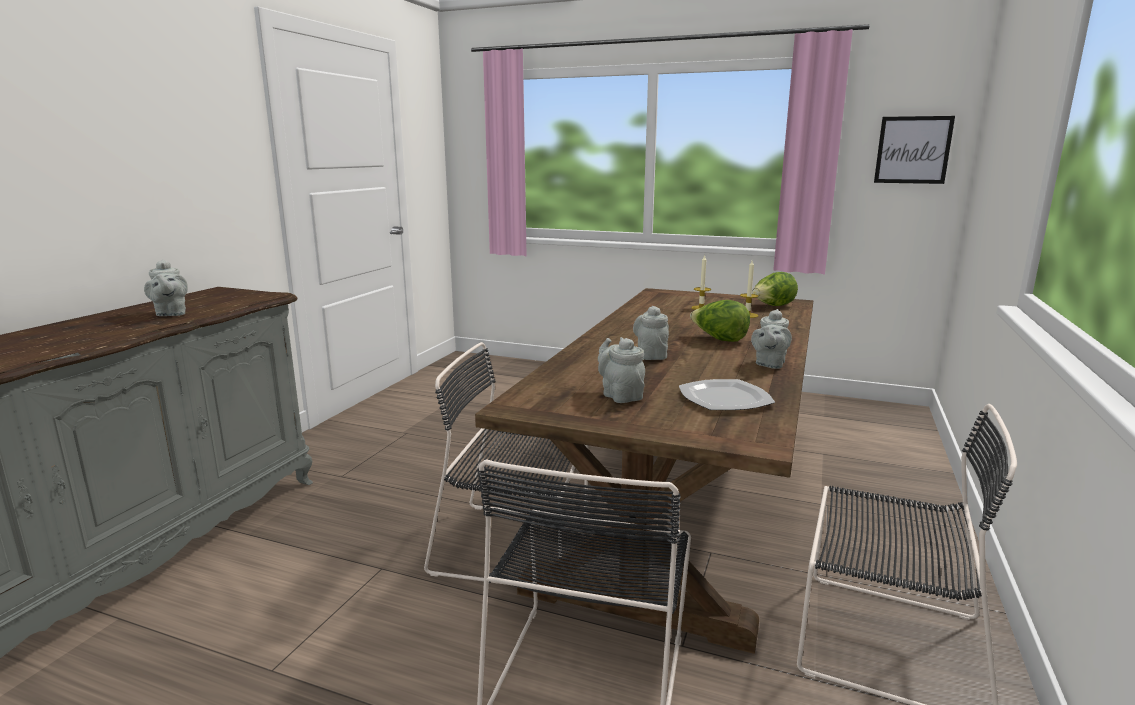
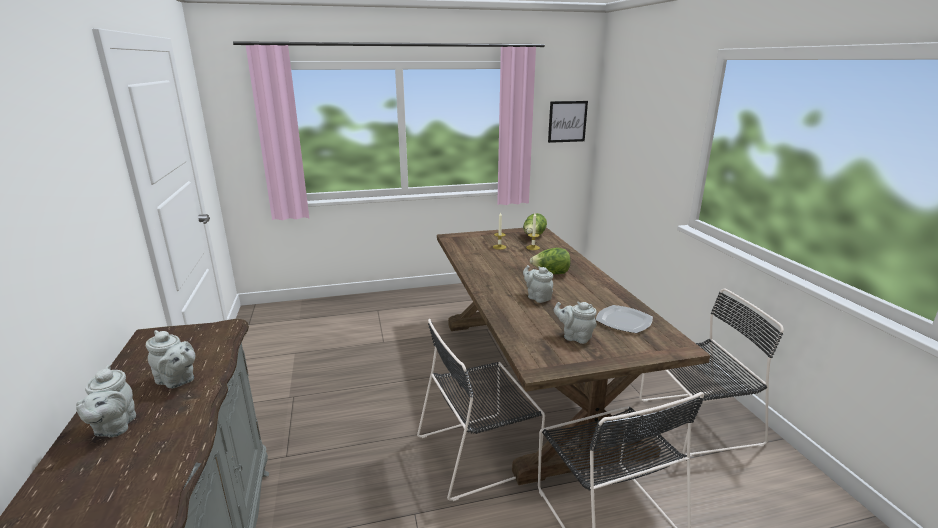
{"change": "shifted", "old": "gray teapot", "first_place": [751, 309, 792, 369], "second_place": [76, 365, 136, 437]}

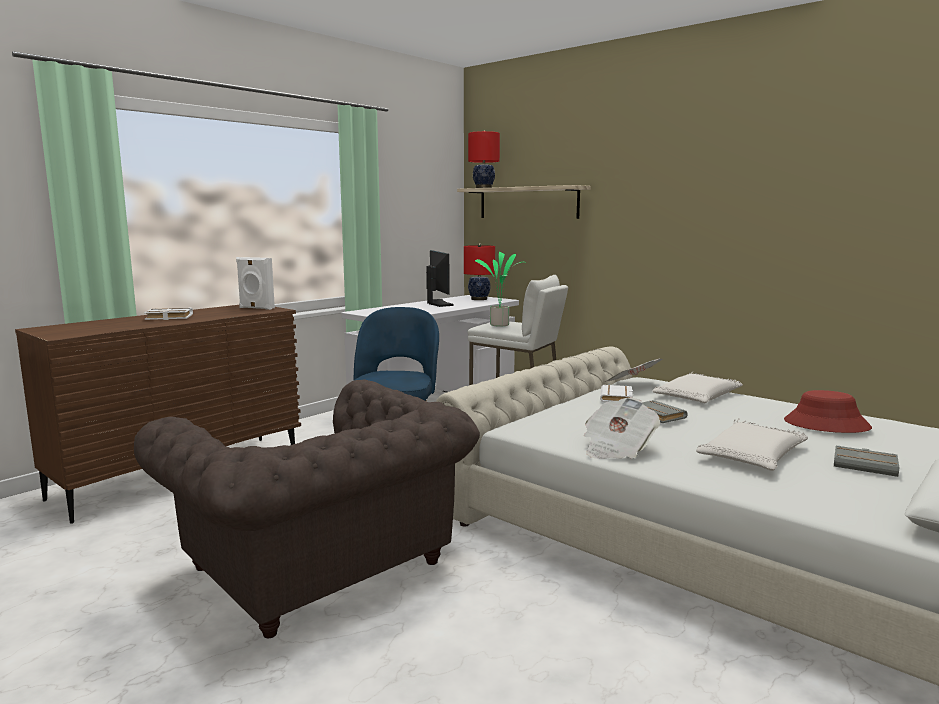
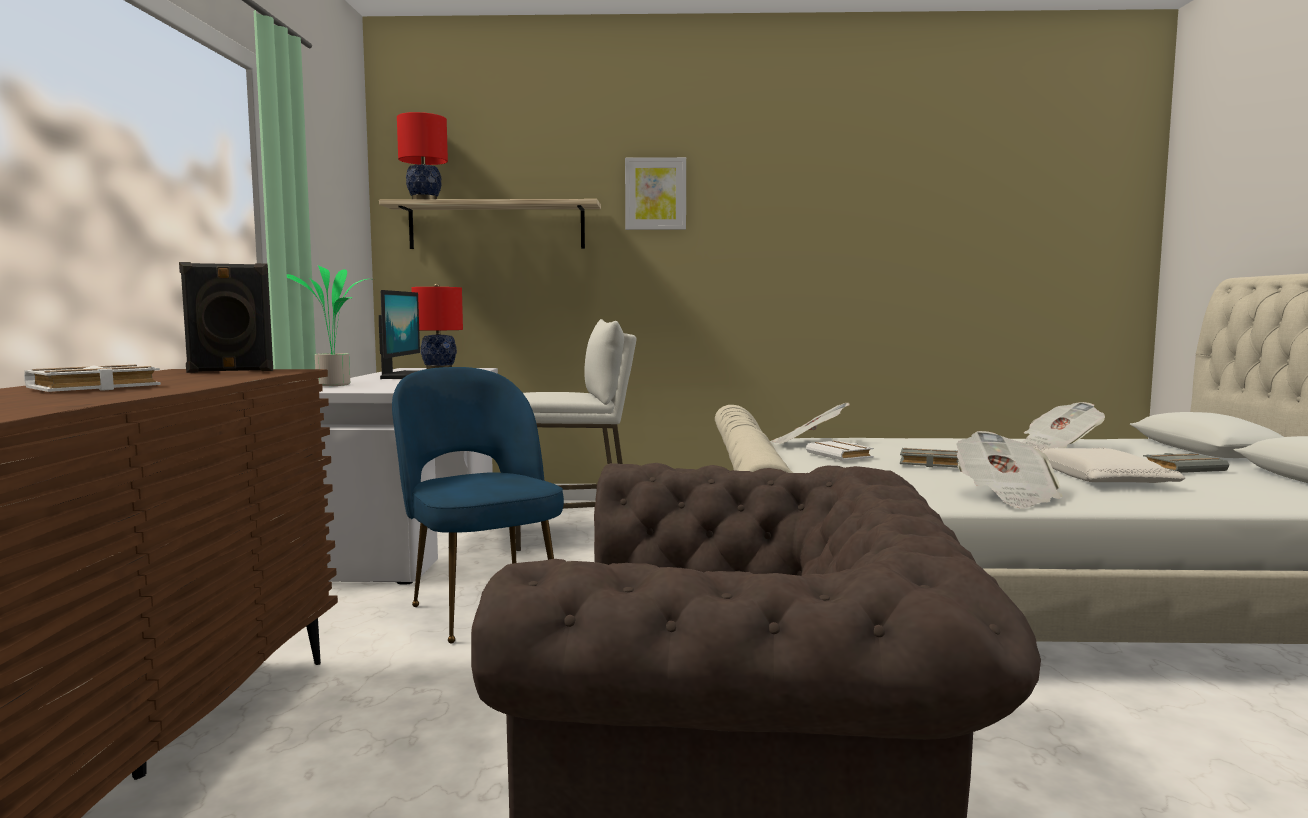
{"change": "rotated", "old": "monitor", "first_place": [426, 250, 454, 307], "second_place": [379, 290, 420, 379], "degrees": 60}
{"change": "shifted", "old": "houseplant", "first_place": [475, 252, 521, 327], "second_place": [287, 265, 374, 386]}
{"change": "repainted", "old": "whitish audio speaker", "new": "blackish audio speaker", "first_place": [236, 257, 275, 310], "second_place": [179, 262, 273, 373]}
{"change": "gone", "old": "whitish pillow", "first_place": [652, 371, 743, 403]}
{"change": "swapped", "old": "red wearable hat", "new": "printed paper", "first_place": [784, 390, 872, 433], "second_place": [1022, 402, 1105, 449]}
{"change": "new", "new": "wall picture", "second_place": [625, 157, 686, 230]}

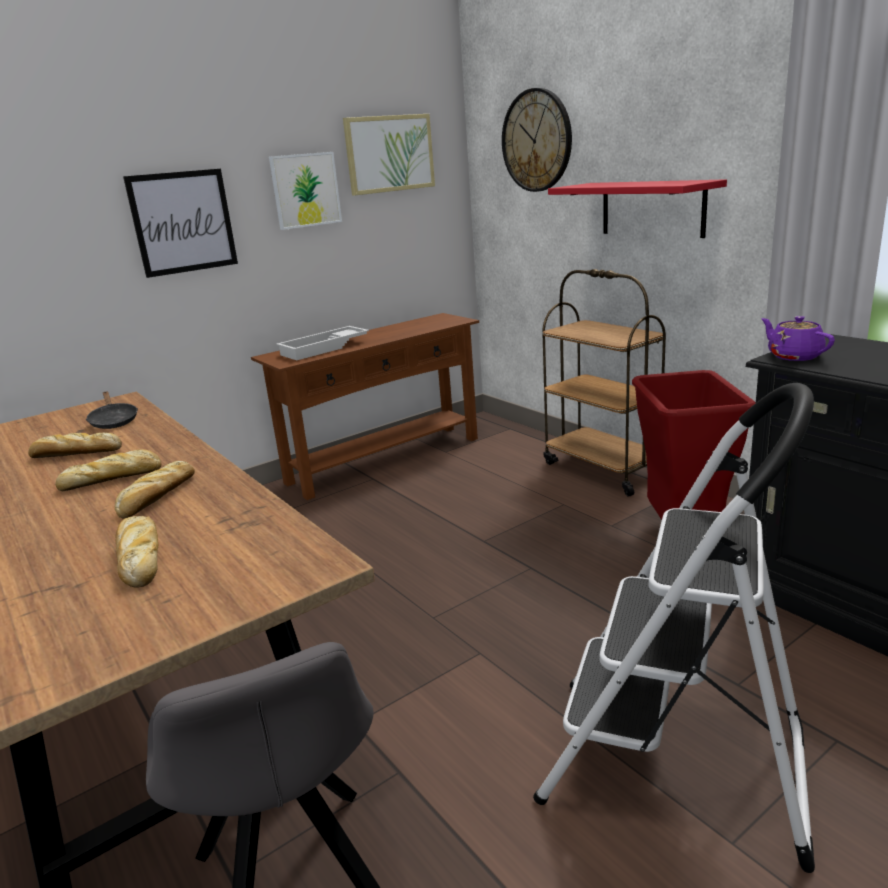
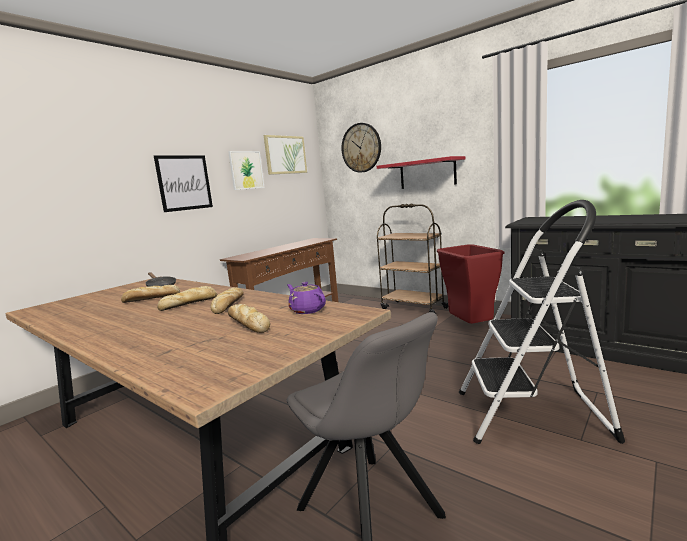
{"change": "shifted", "old": "purple teapot", "first_place": [761, 316, 835, 361], "second_place": [287, 282, 326, 314]}
{"change": "gone", "old": "whitish serving tray", "first_place": [276, 326, 369, 360]}

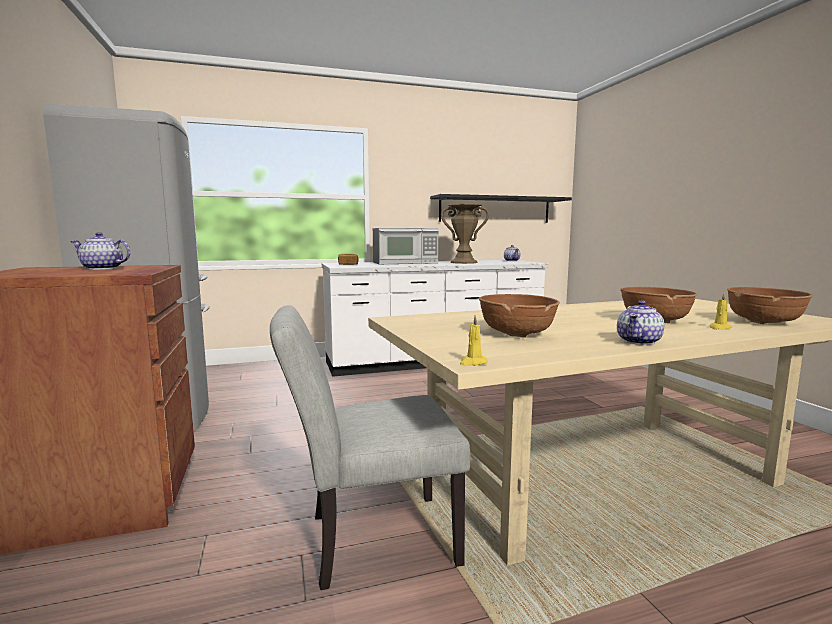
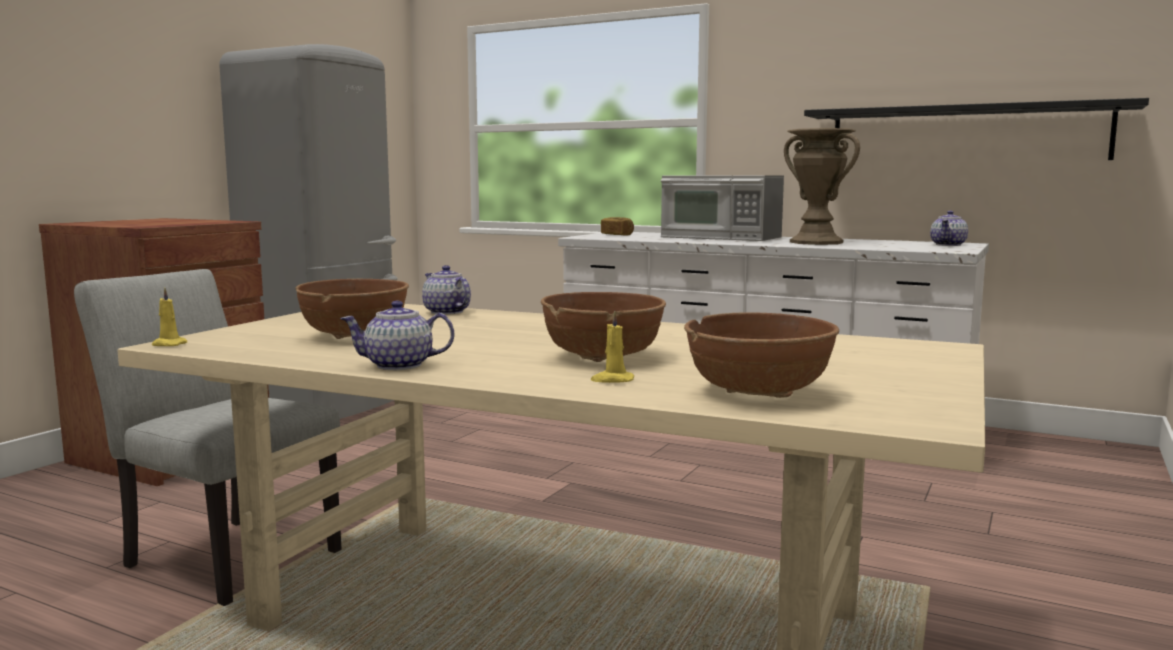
{"change": "shifted", "old": "teapot", "first_place": [70, 232, 131, 270], "second_place": [422, 265, 471, 315]}

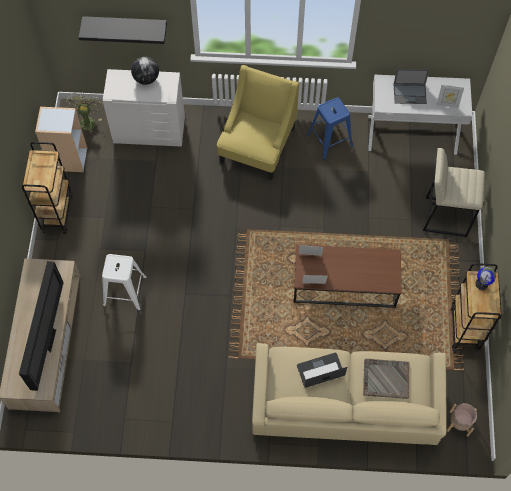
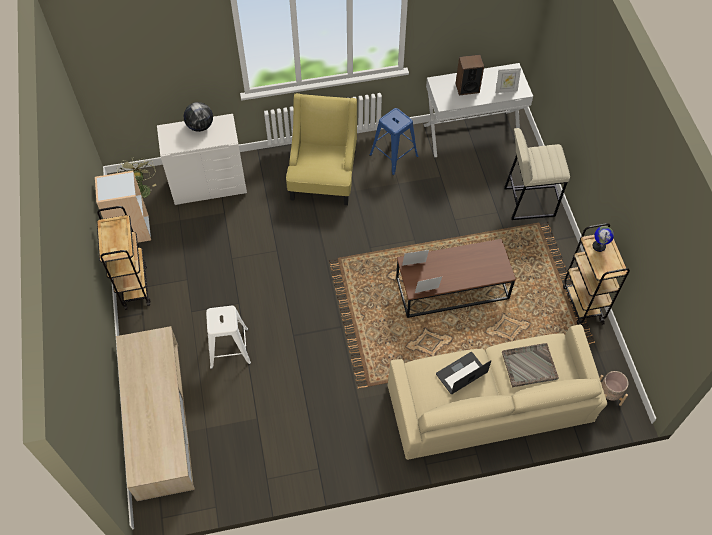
{"change": "gone", "old": "blackish wall shelf", "first_place": [78, 16, 167, 44]}
{"change": "swapped", "old": "portable computer", "new": "audio speaker", "first_place": [394, 69, 429, 104], "second_place": [456, 55, 484, 95]}
{"change": "gone", "old": "TV set", "first_place": [19, 261, 64, 391]}

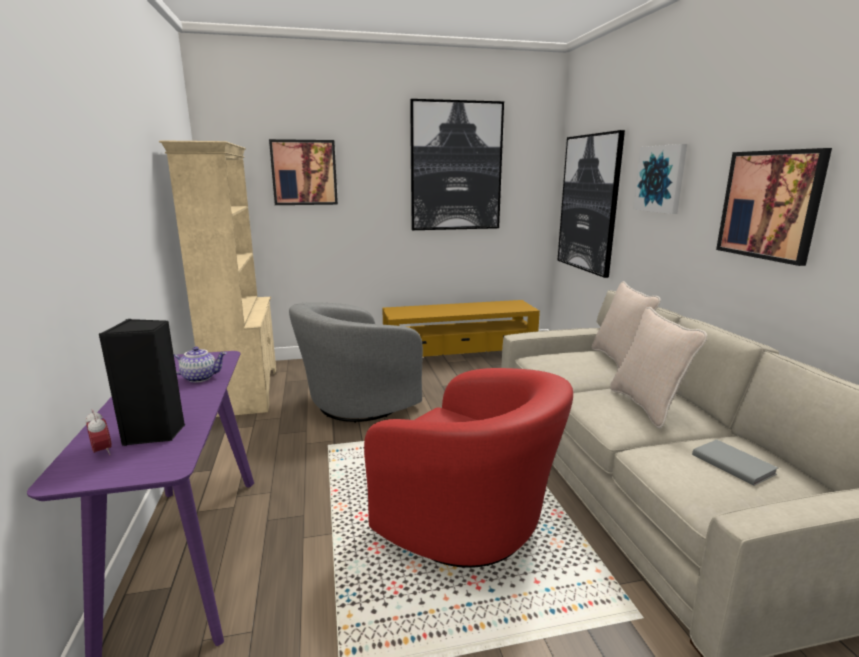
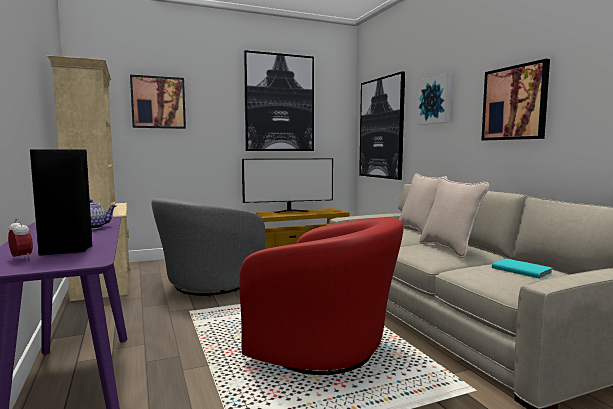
{"change": "repainted", "old": "gray volume", "new": "turquoise volume", "first_place": [692, 440, 778, 486], "second_place": [492, 259, 552, 279]}
{"change": "new", "new": "TV set", "second_place": [242, 158, 333, 213]}

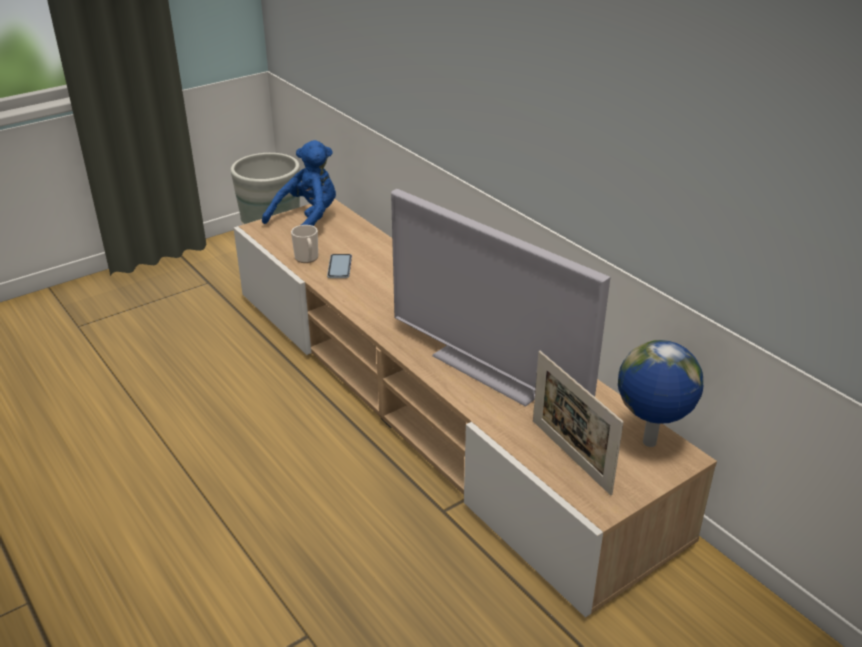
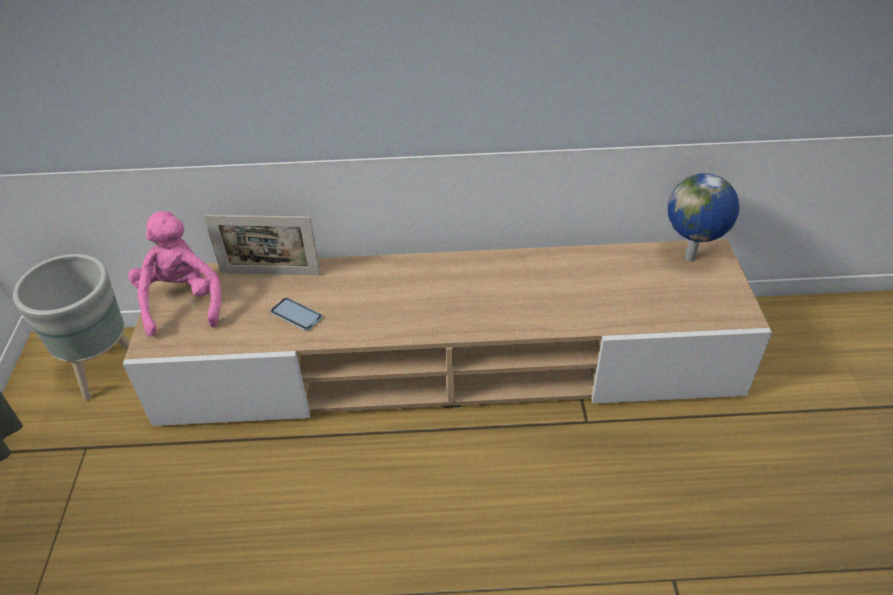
{"change": "repainted", "old": "blue plush toy", "new": "pink-coloured plush toy", "first_place": [262, 140, 336, 226], "second_place": [128, 211, 221, 336]}
{"change": "gone", "old": "TV set", "first_place": [391, 189, 610, 407]}
{"change": "gone", "old": "coffee mug", "first_place": [291, 225, 318, 263]}
{"change": "shifted", "old": "standing frame", "first_place": [533, 351, 624, 495], "second_place": [204, 215, 321, 275]}

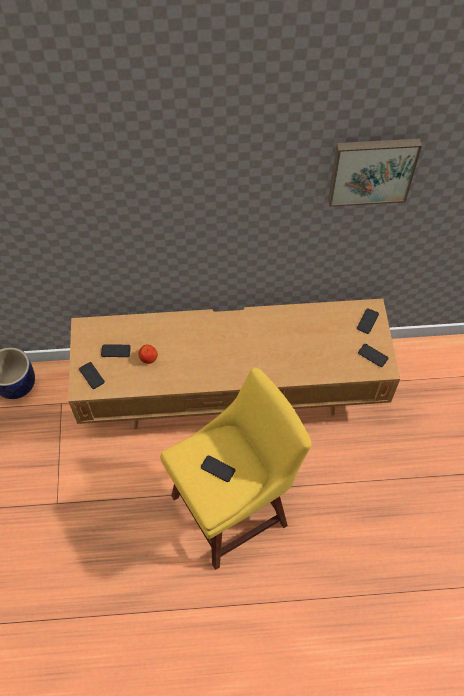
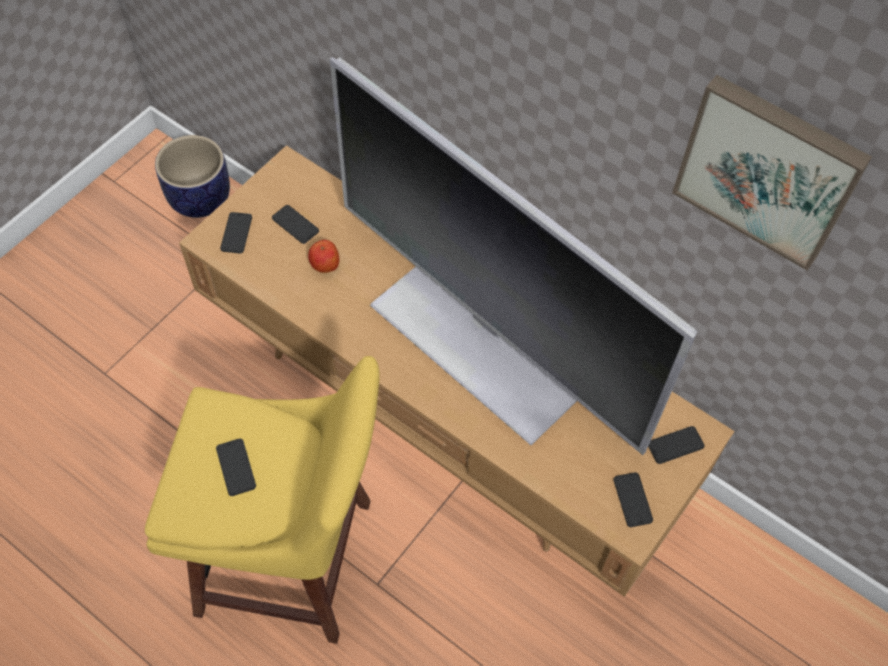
{"change": "new", "new": "TV set", "second_place": [330, 57, 697, 455]}

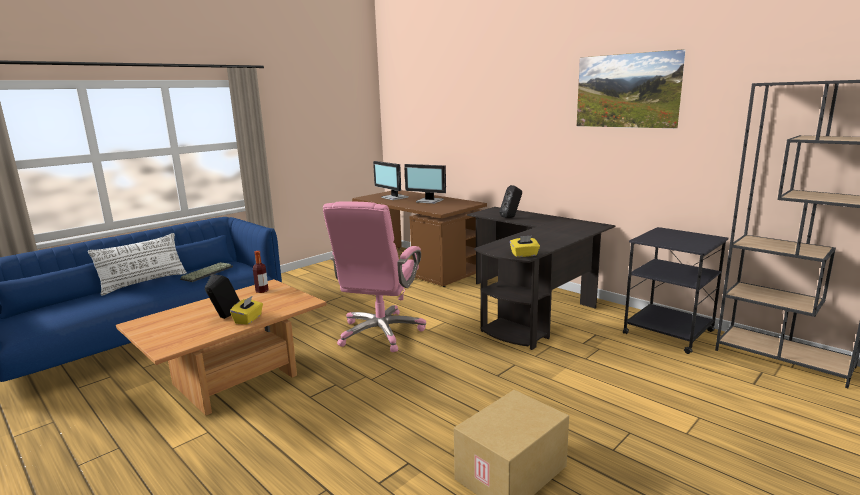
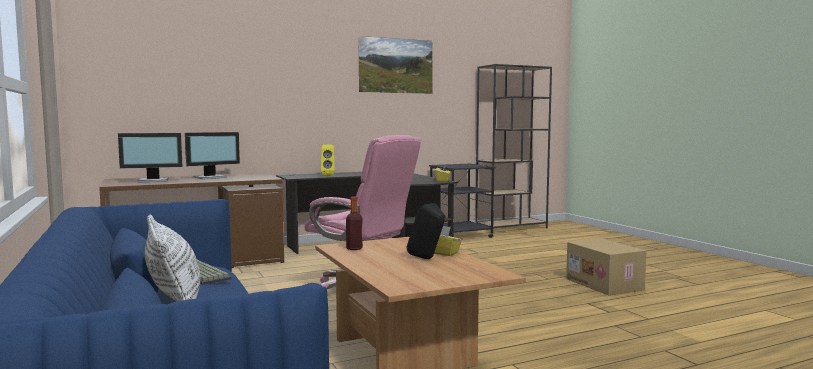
{"change": "repainted", "old": "blackish audio speaker", "new": "yellow audio speaker", "first_place": [499, 185, 522, 218], "second_place": [321, 145, 335, 176]}

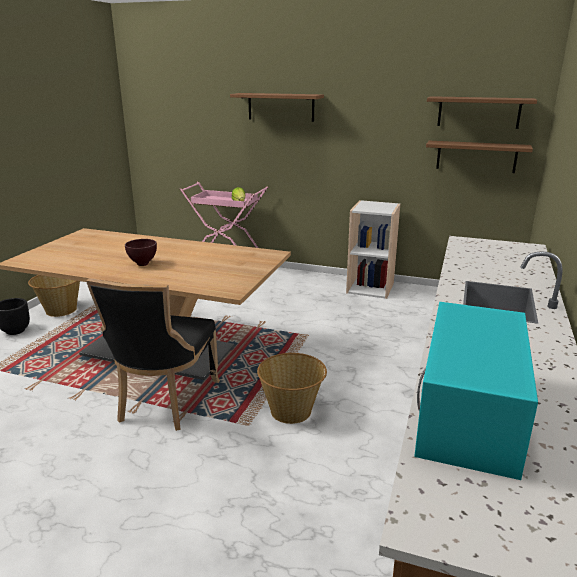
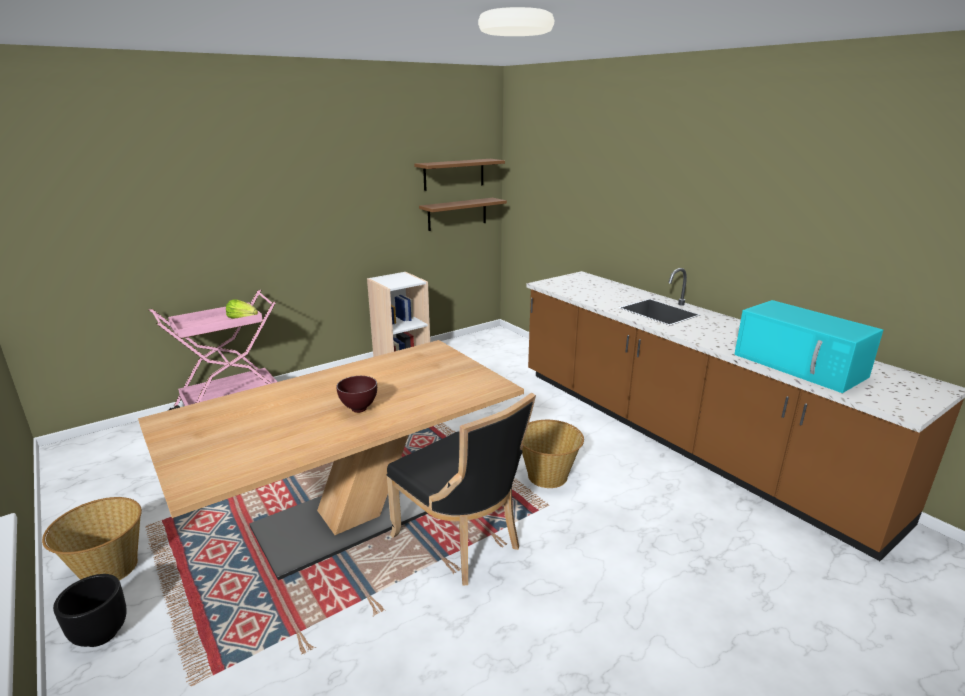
{"change": "gone", "old": "brownish wall shelf", "first_place": [230, 93, 324, 122]}

